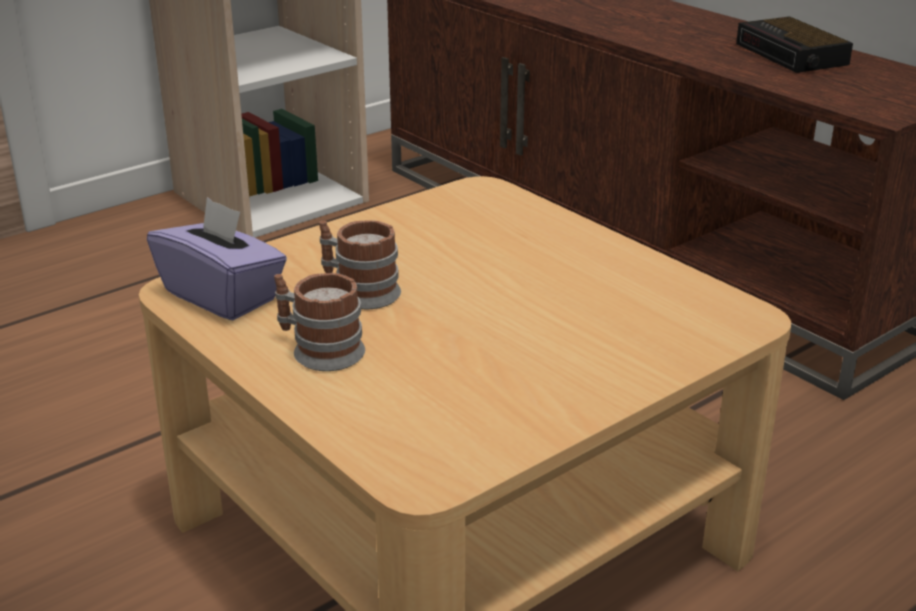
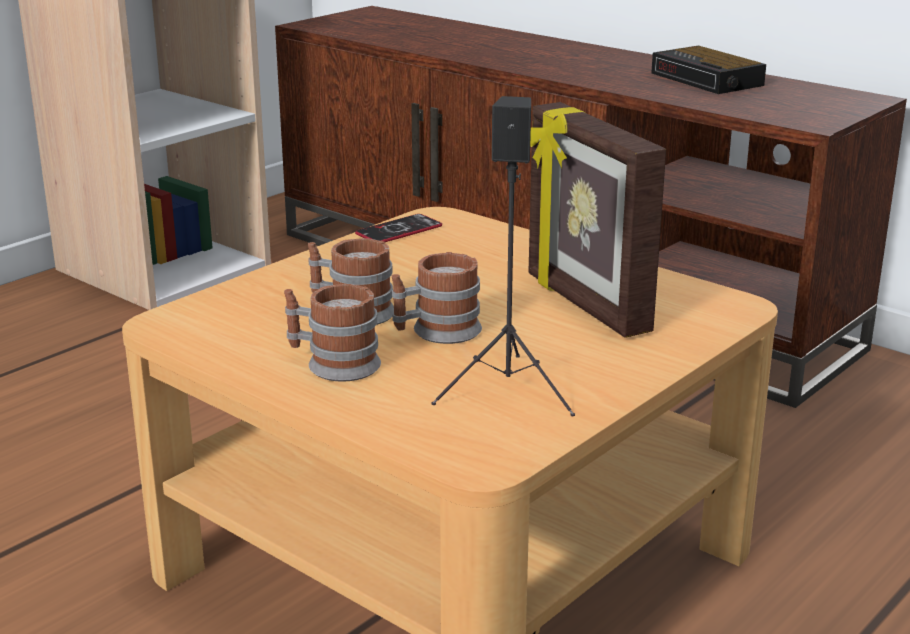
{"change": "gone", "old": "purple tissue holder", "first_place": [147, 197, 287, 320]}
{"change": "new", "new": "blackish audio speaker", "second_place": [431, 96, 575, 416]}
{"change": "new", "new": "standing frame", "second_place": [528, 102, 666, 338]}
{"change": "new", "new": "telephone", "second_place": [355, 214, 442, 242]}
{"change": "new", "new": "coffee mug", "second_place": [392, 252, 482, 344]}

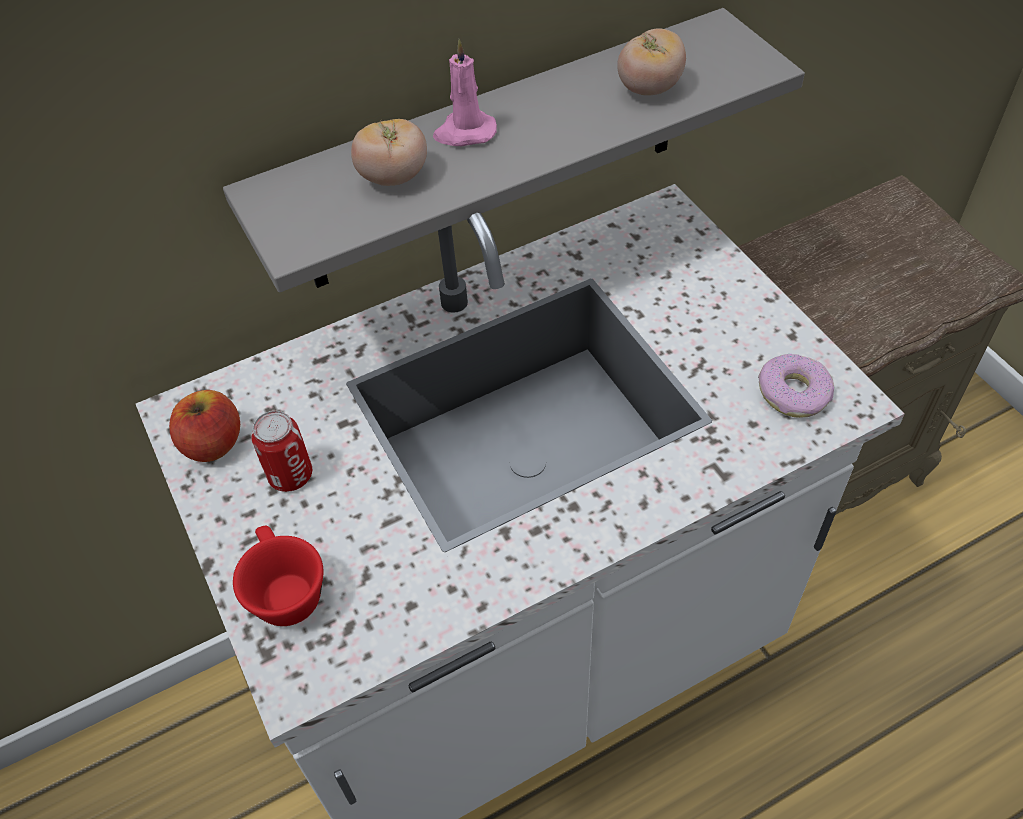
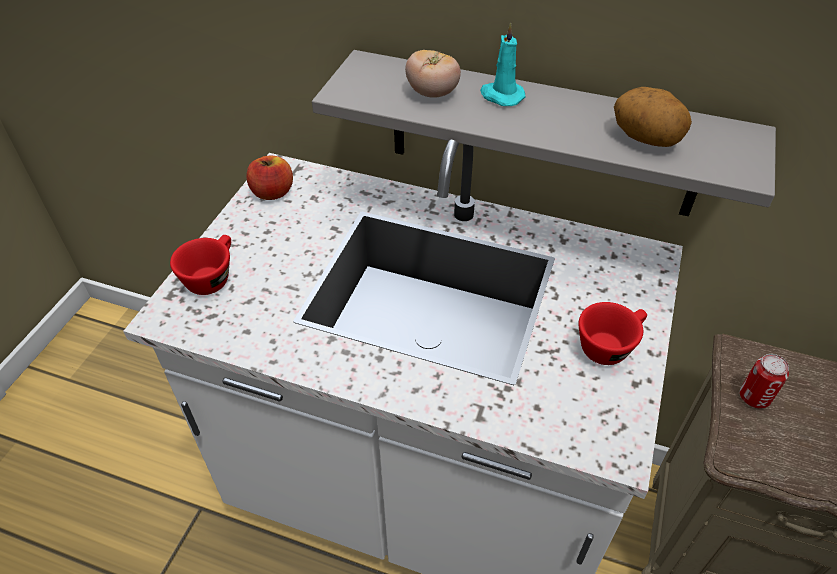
{"change": "swapped", "old": "fresh tomato", "new": "spud", "first_place": [617, 28, 686, 96], "second_place": [614, 87, 692, 147]}
{"change": "repainted", "old": "pink-coloured candle", "new": "turquoise candle", "first_place": [433, 39, 497, 146], "second_place": [480, 22, 525, 106]}
{"change": "gone", "old": "ring doughnut", "first_place": [758, 354, 834, 418]}
{"change": "shifted", "old": "sealed can", "first_place": [251, 411, 312, 492], "second_place": [740, 354, 789, 409]}
{"change": "new", "new": "red drinking cup", "second_place": [578, 302, 647, 365]}

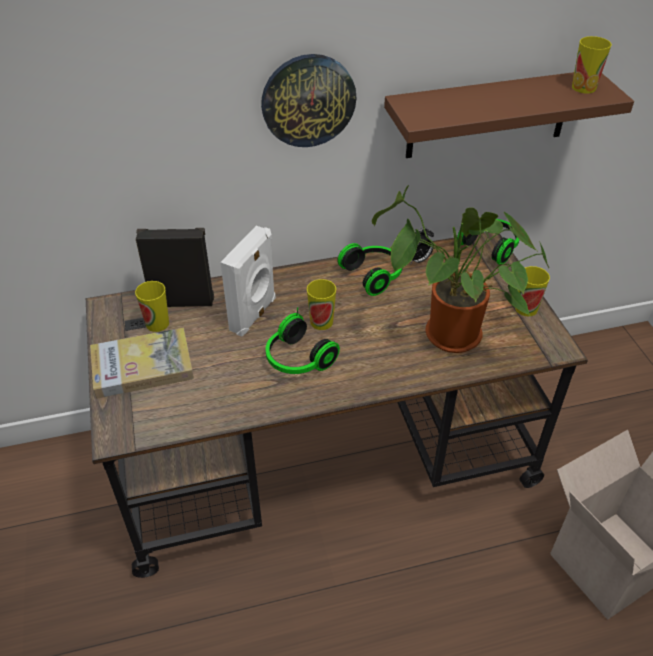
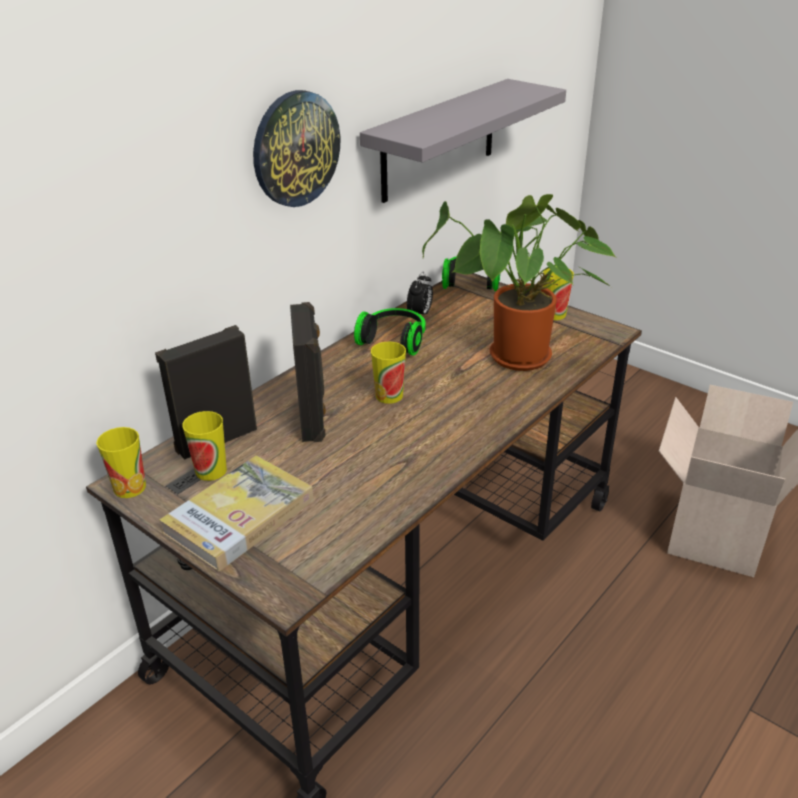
{"change": "shifted", "old": "drinking cup", "first_place": [572, 36, 612, 93], "second_place": [96, 427, 146, 498]}
{"change": "repainted", "old": "brownish wall shelf", "new": "gray wall shelf", "first_place": [384, 72, 634, 158], "second_place": [360, 79, 566, 203]}
{"change": "repainted", "old": "whitish audio speaker", "new": "blackish audio speaker", "first_place": [220, 226, 276, 337], "second_place": [290, 302, 326, 442]}
{"change": "gone", "old": "headset", "first_place": [266, 307, 340, 374]}

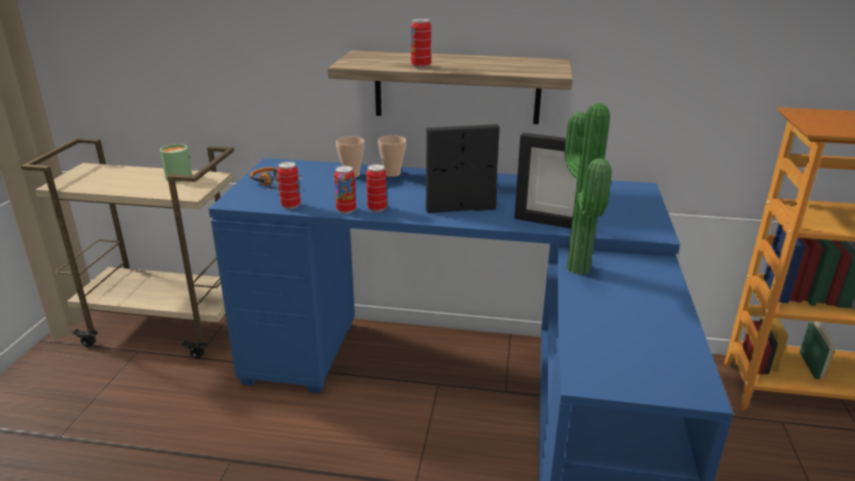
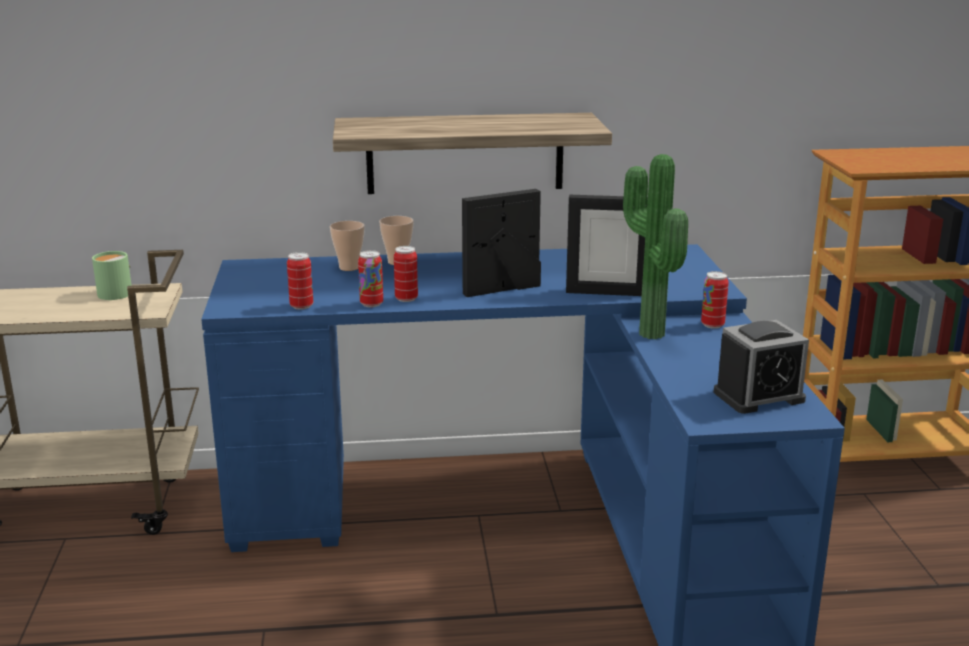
{"change": "shifted", "old": "sealed can", "first_place": [411, 18, 431, 68], "second_place": [701, 271, 729, 329]}
{"change": "gone", "old": "headset", "first_place": [250, 167, 302, 190]}
{"change": "new", "new": "bedside clock", "second_place": [714, 320, 809, 414]}

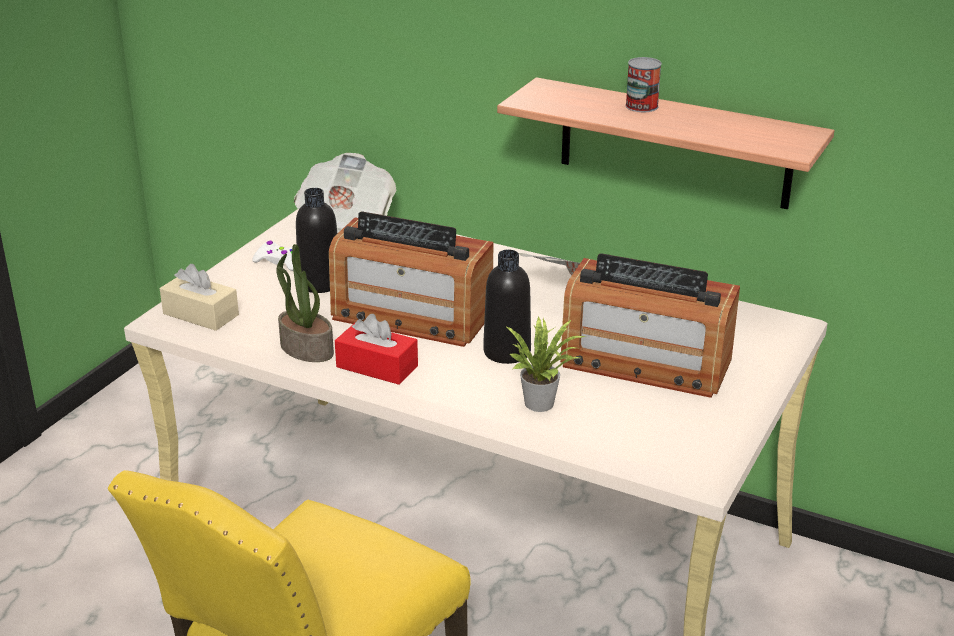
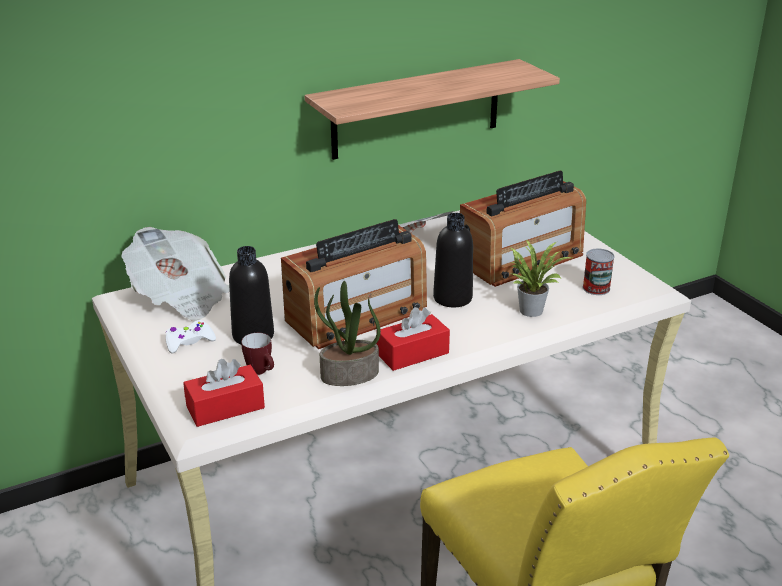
{"change": "shifted", "old": "sealed can", "first_place": [625, 57, 662, 112], "second_place": [583, 249, 615, 295]}
{"change": "repainted", "old": "beige-coloured tissue holder", "new": "red tissue holder", "first_place": [160, 264, 239, 331], "second_place": [183, 359, 265, 427]}
{"change": "new", "new": "coffee mug", "second_place": [241, 333, 274, 375]}

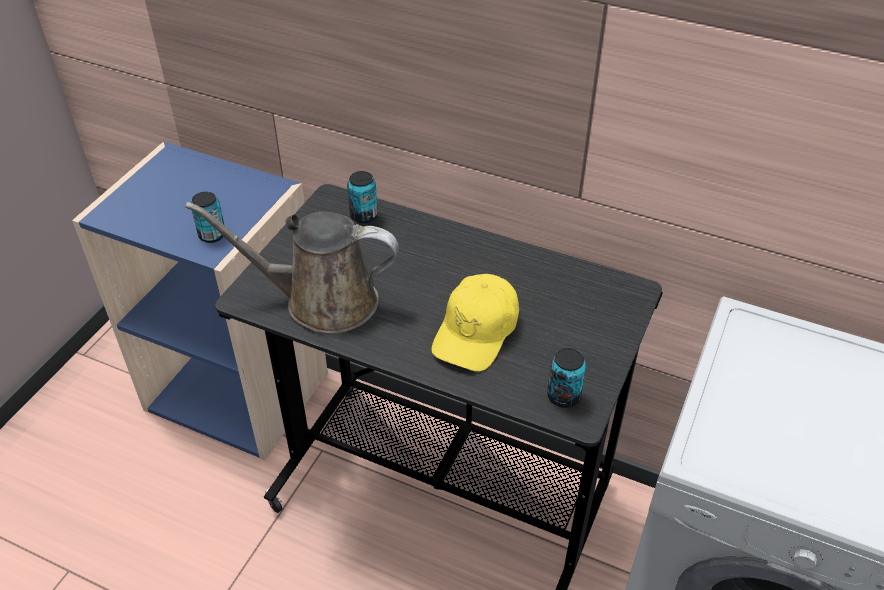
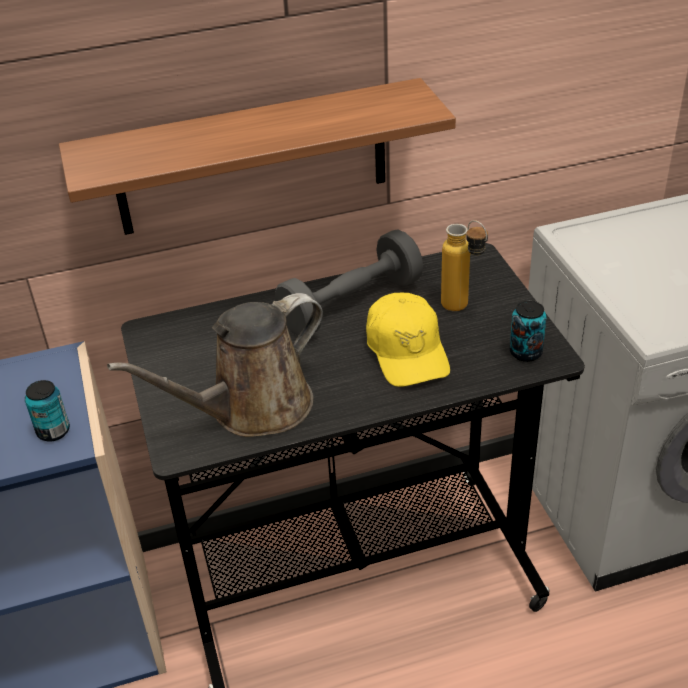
{"change": "gone", "old": "sealed can", "first_place": [347, 171, 378, 223]}
{"change": "new", "new": "wall shelf", "second_place": [59, 78, 456, 235]}
{"change": "new", "new": "beverage bottle", "second_place": [441, 220, 488, 311]}
{"change": "new", "new": "gray dumbbell", "second_place": [275, 229, 423, 336]}

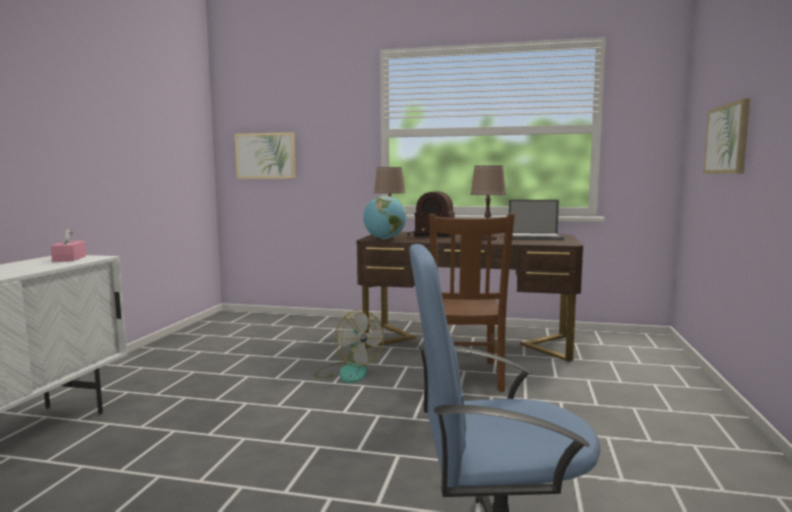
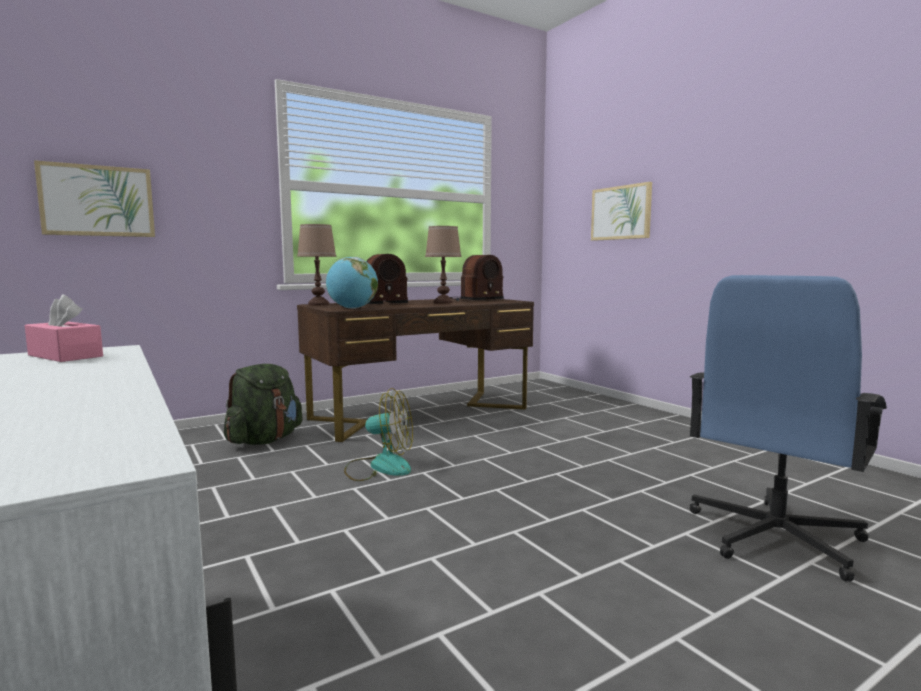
{"change": "swapped", "old": "portable computer", "new": "radio receiver", "first_place": [509, 200, 564, 240], "second_place": [450, 255, 504, 301]}
{"change": "gone", "old": "brownish upright chair", "first_place": [429, 214, 515, 392]}
{"change": "new", "new": "green-coloured backpack", "second_place": [224, 364, 302, 445]}

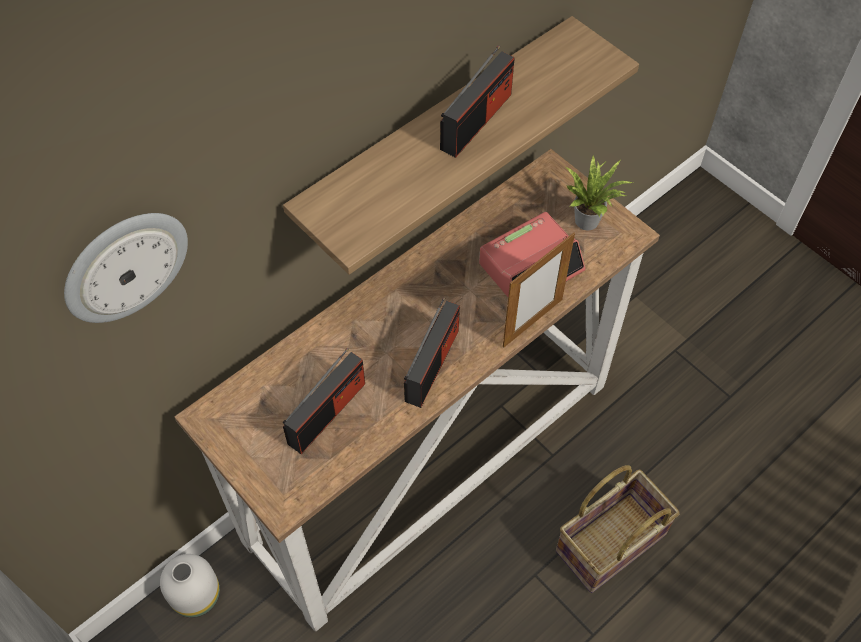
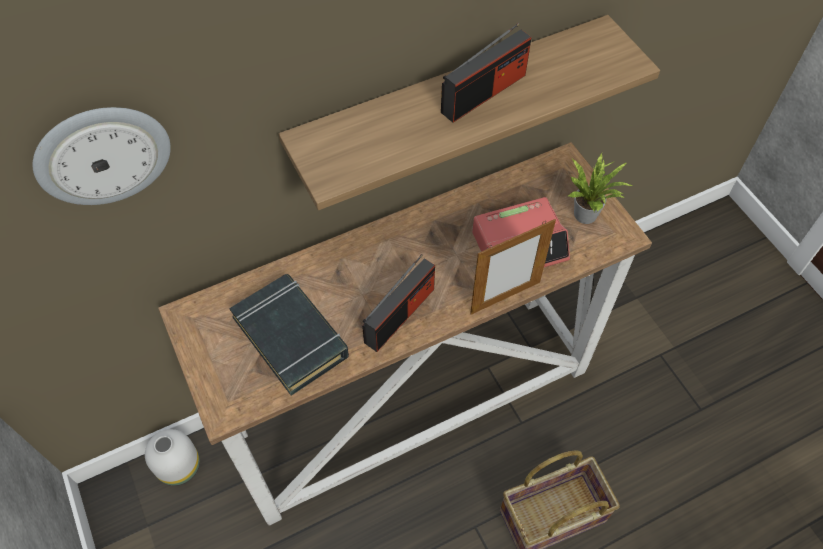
{"change": "swapped", "old": "radio receiver", "new": "blackish volume", "first_place": [283, 348, 365, 454], "second_place": [229, 274, 349, 396]}

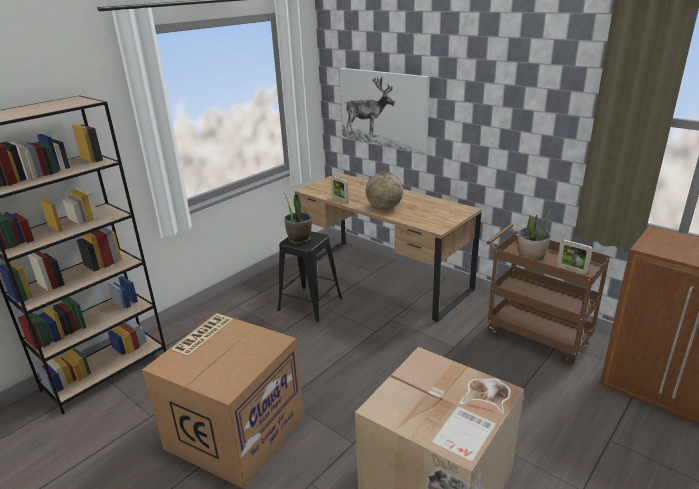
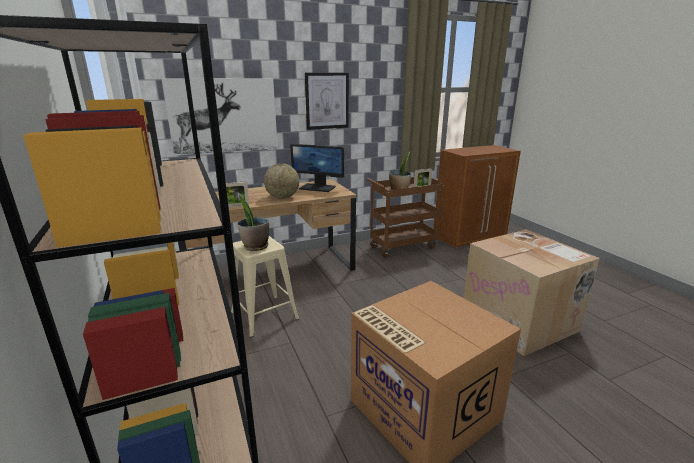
{"change": "repainted", "old": "blackish stool seat", "new": "beige-coloured stool seat", "first_place": [277, 231, 343, 323], "second_place": [231, 236, 299, 338]}
{"change": "new", "new": "wall picture", "second_place": [305, 73, 349, 130]}
{"change": "new", "new": "monitor", "second_place": [290, 144, 344, 192]}

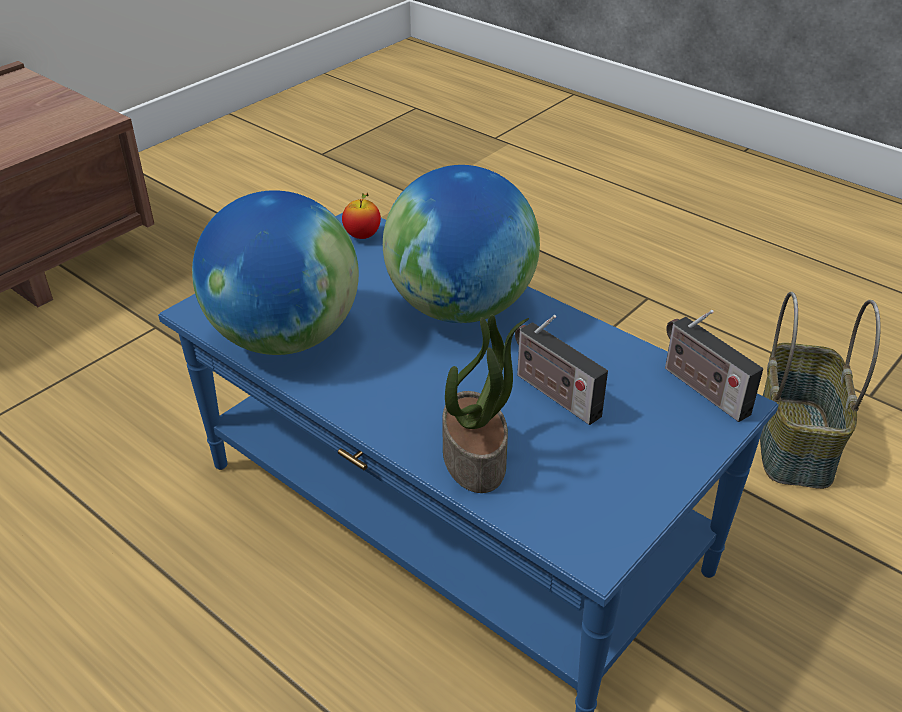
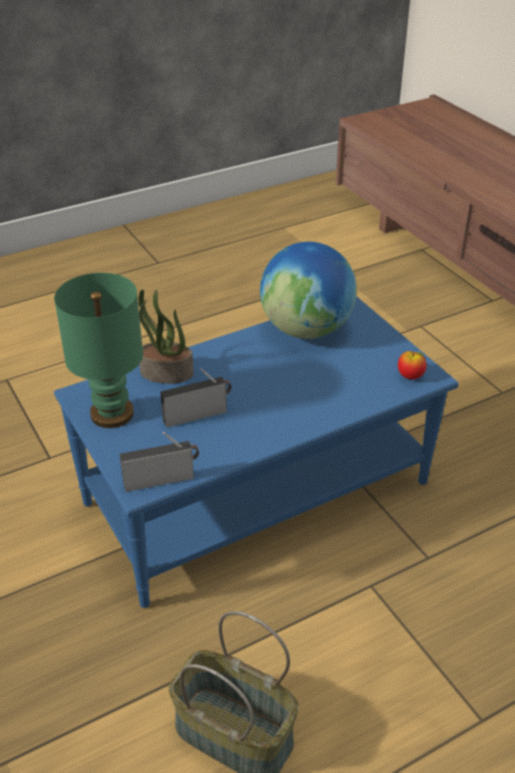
{"change": "gone", "old": "world globe", "first_place": [383, 165, 540, 323]}
{"change": "new", "new": "green-coloured table lamp", "second_place": [54, 273, 143, 428]}

